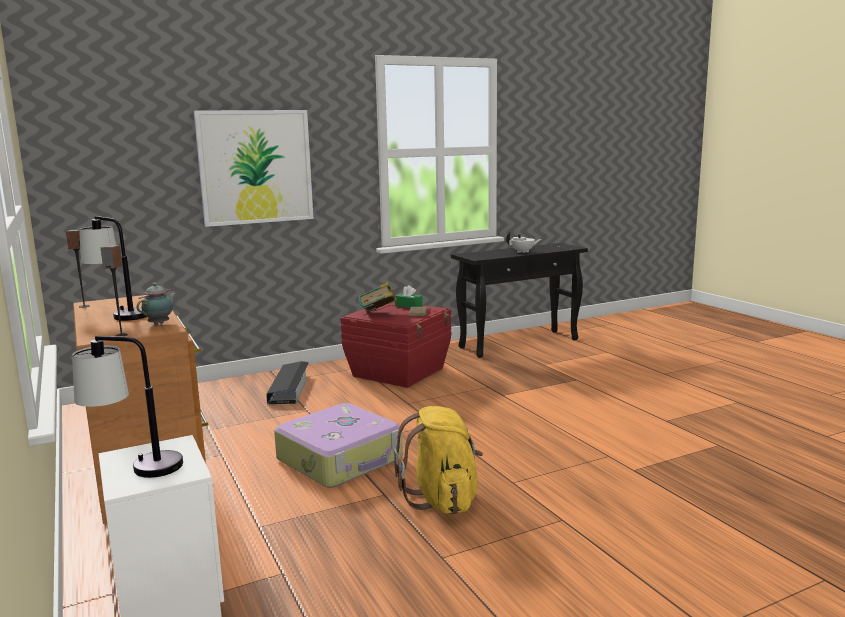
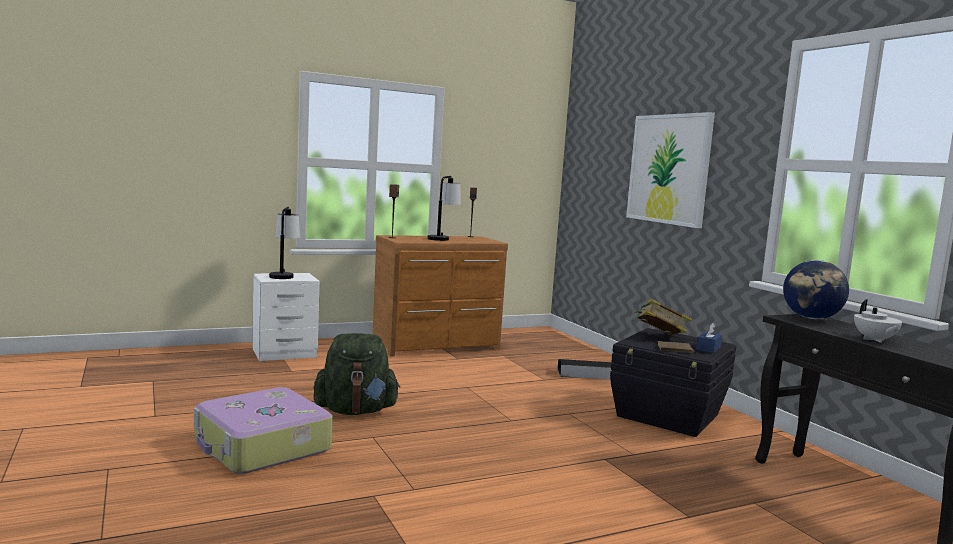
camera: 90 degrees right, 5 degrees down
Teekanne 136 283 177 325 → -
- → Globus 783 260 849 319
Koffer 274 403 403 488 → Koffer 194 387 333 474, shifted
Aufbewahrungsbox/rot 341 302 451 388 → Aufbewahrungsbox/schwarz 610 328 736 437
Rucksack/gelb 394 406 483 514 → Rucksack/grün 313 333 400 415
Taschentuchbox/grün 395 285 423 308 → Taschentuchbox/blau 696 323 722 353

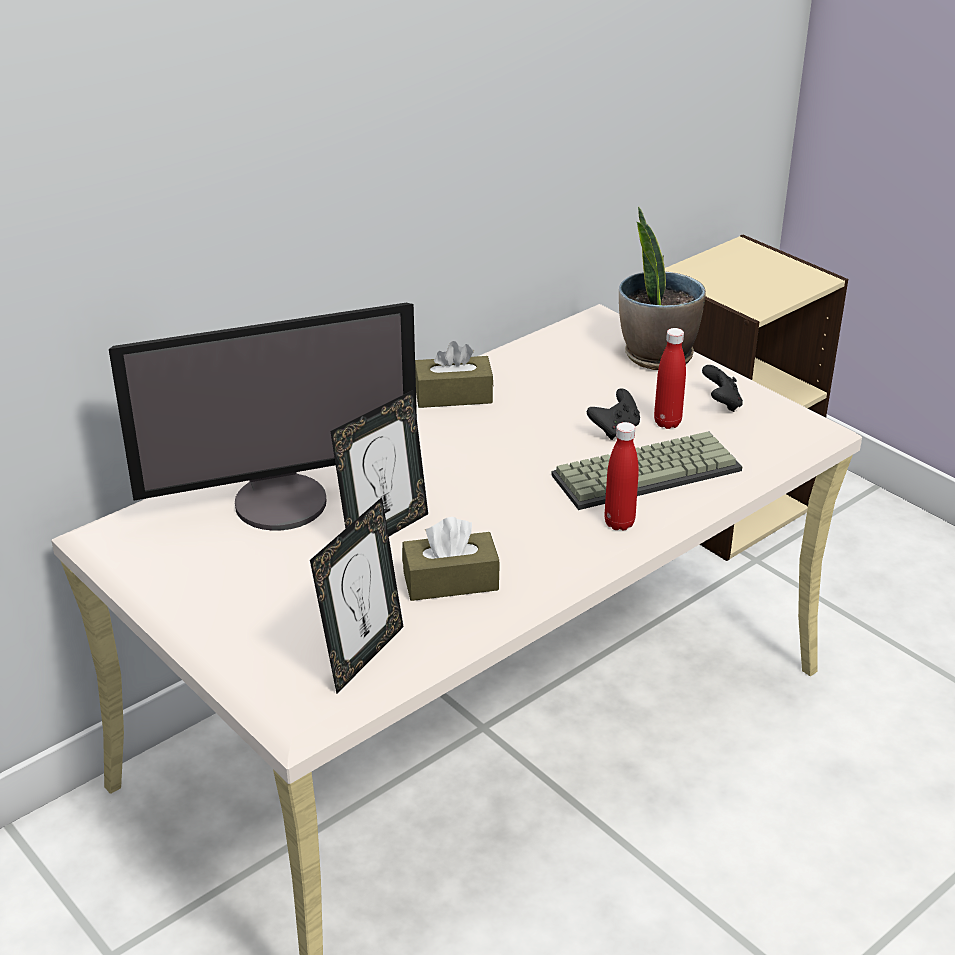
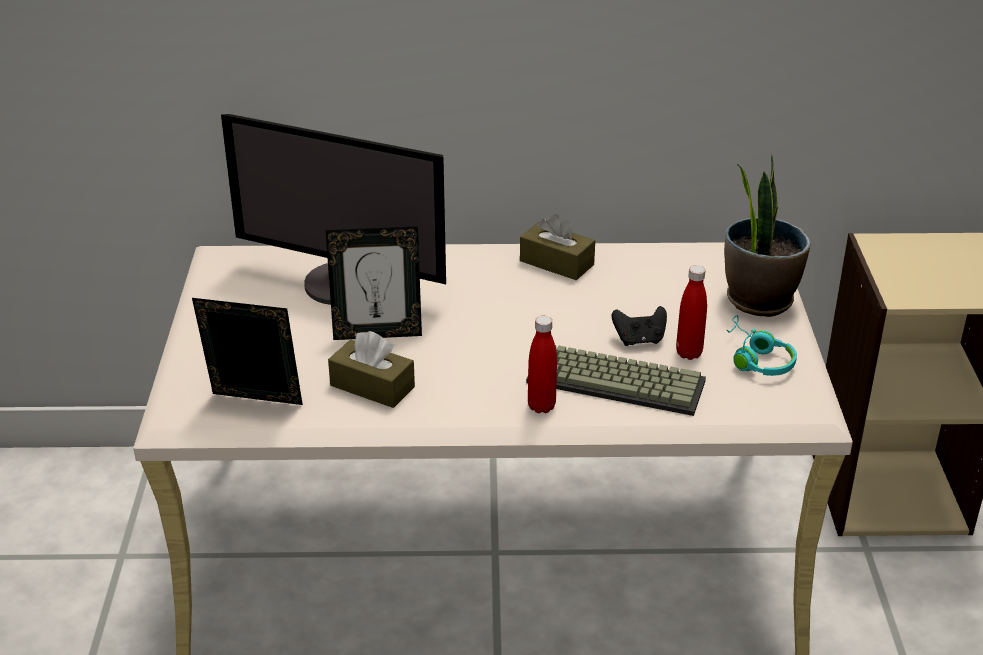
camera: 40 degrees right, 0 degrees up
Gamepad/schwarz 702 365 743 412 → Kopfhörer/türkis 727 315 797 376
Bilderrahmen 310 497 403 694 → Bilderrahmen 192 298 303 405, 150 degrees counterclockwise

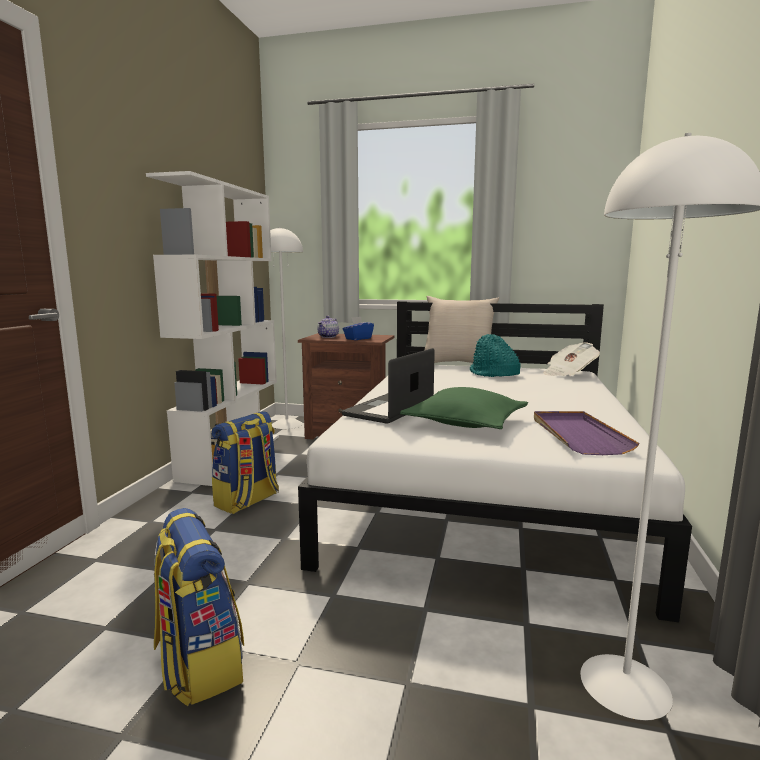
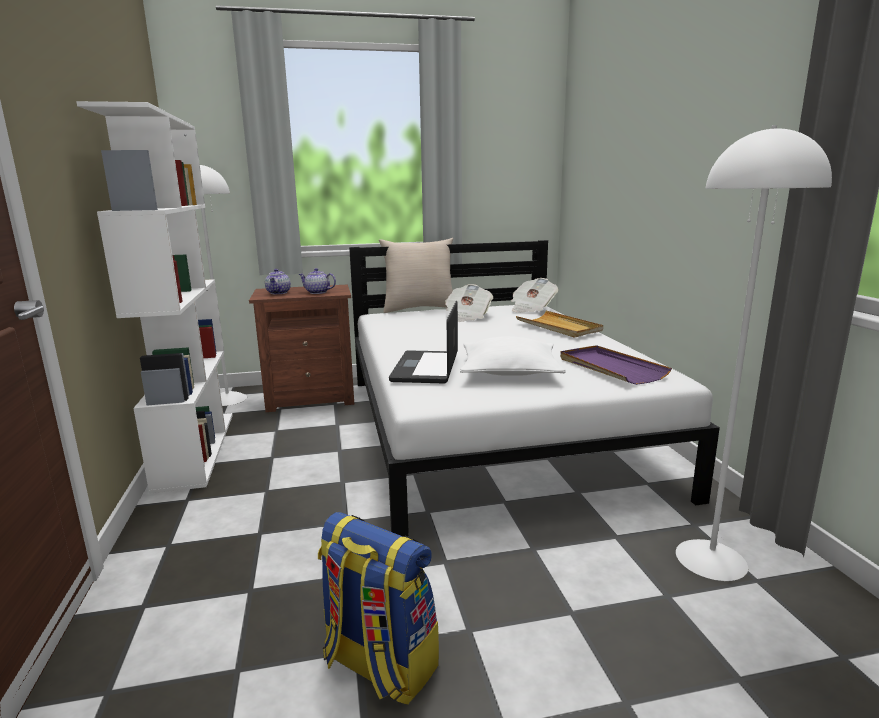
camera: 25 degrees left, 5 degrees up
Rucksack 212 411 279 514 → -
- → Tablett/beige 516 311 603 338
Taschentuchbox/blau 343 317 374 340 → Teekanne 298 268 336 294
Hut/türkis 470 334 521 377 → Zeitung 445 284 493 322
Kissen/grün 400 387 528 429 → Kissen/weiß 460 336 566 376

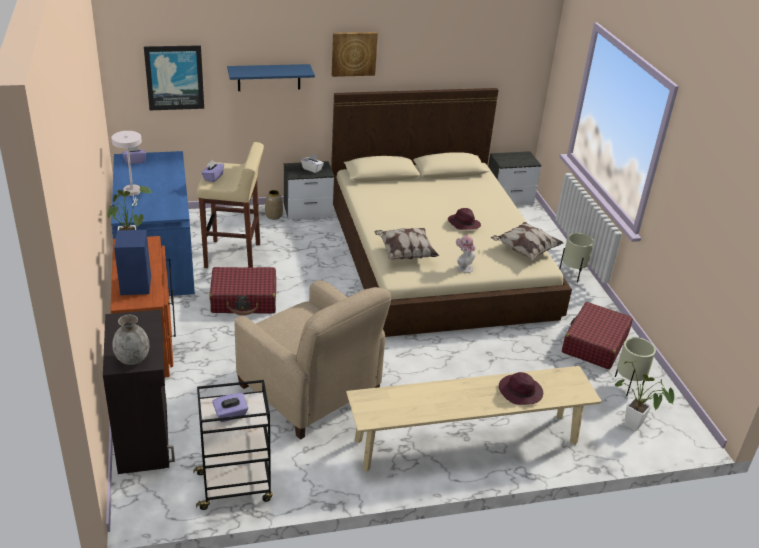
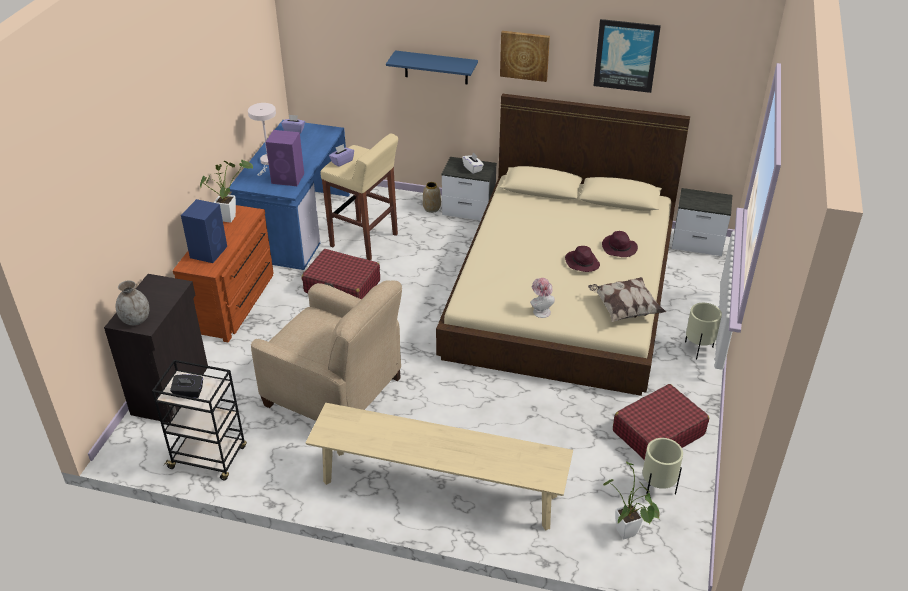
camera: 30 degrees right, 5 degrees up
Kissen 374 228 439 260 → -
- → Lautsprecher/lila 266 130 304 186
Bild 144 45 204 110 → Bild 593 19 661 93, shifted
Hut/lila 499 372 543 405 → Hut/lila 602 231 638 257, shifted
Taschentuchbox/lila 212 393 248 422 → Taschentuchbox/schwarz 170 374 203 398
Sessel/beige 234 280 391 440 → Sessel/beige 251 280 402 421, 45 degrees counterclockwise

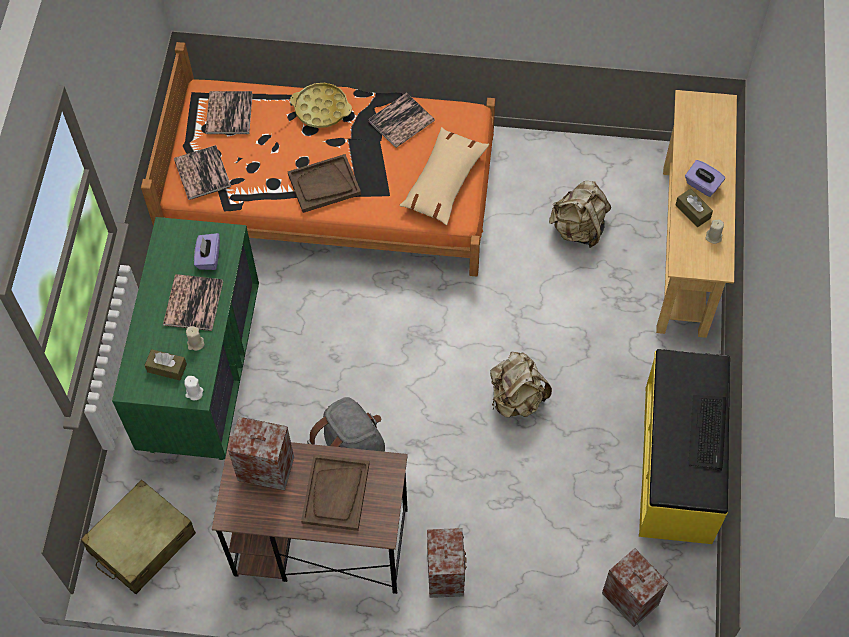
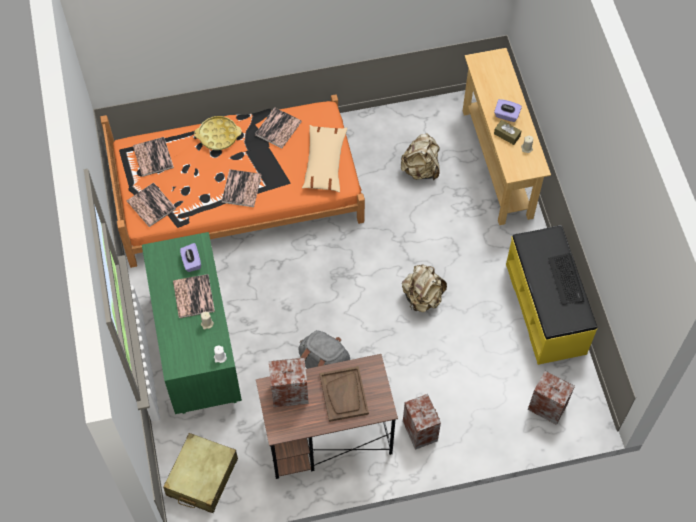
camera: 20 degrees left, 0 degrees up
Taschentuchbox/braun 145 349 187 380 → -
Tablett/braun 288 154 361 213 → Buch 222 169 262 207

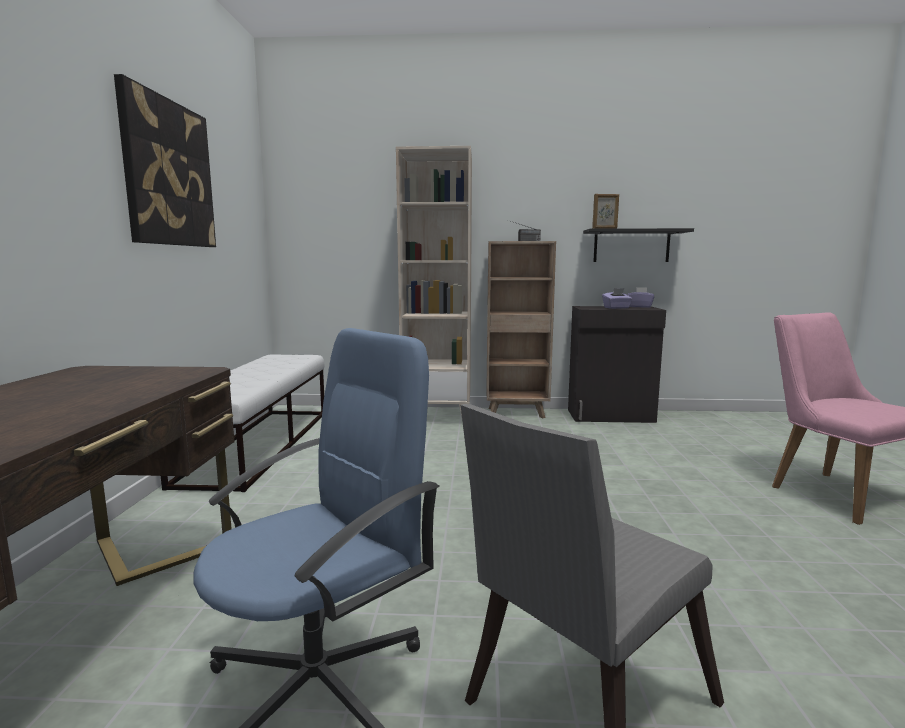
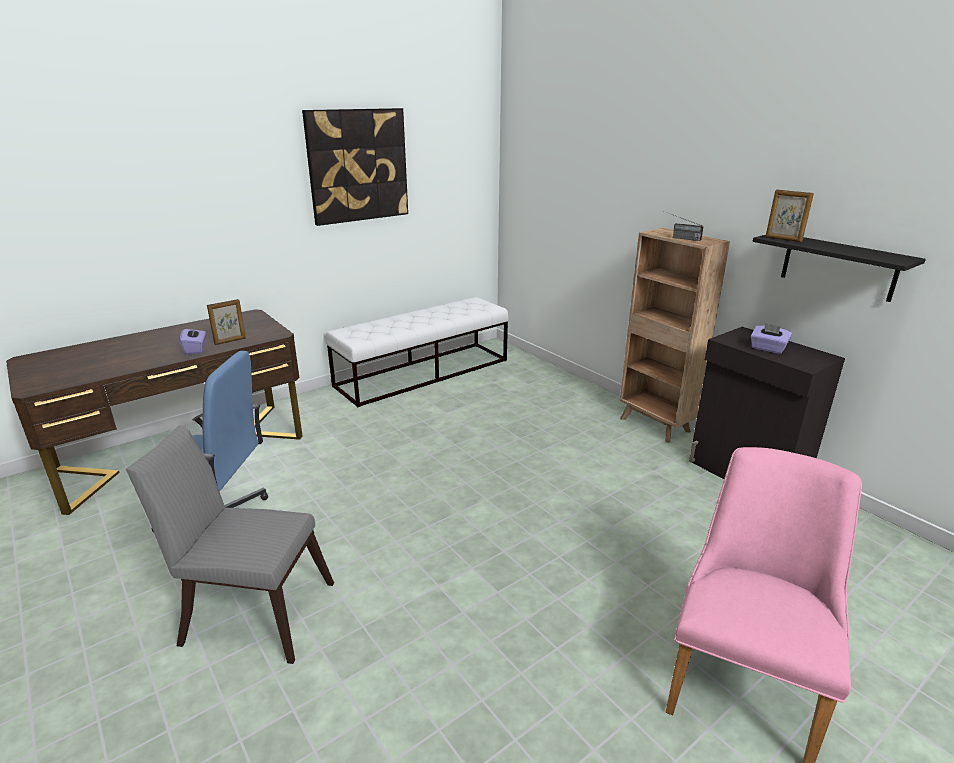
camera: 50 degrees right, 15 degrees up
Bücherregal/beige 396 146 472 416 → -
- → Bilderrahmen 207 299 246 345
Taschentuchbox/lila 627 287 655 308 → Taschentuchbox/lila 180 324 206 355, shifted

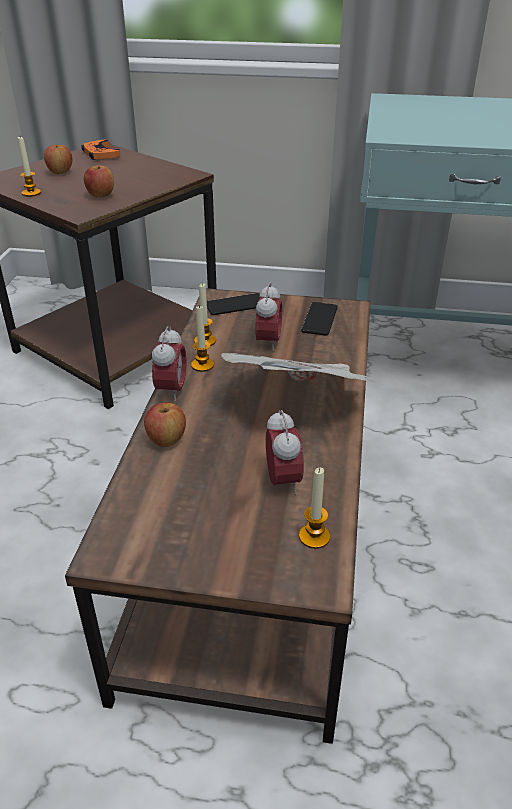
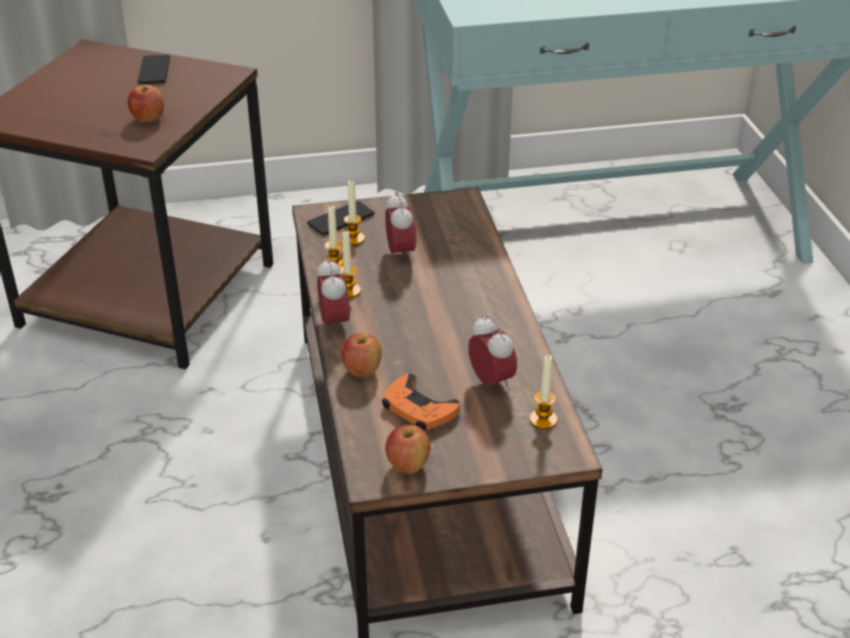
camera: 20 degrees left, 0 degrees up
Zeitung 221 353 375 382 → -
Kerze 18 137 41 197 → Kerze 344 180 365 245, shifted
Apfel 44 145 73 174 → Apfel 385 425 430 474, shifted
Gamepad/orange 81 140 121 160 → Gamepad/orange 382 373 460 430, shifted
Handy 301 302 338 336 → Handy 138 55 170 84, shifted

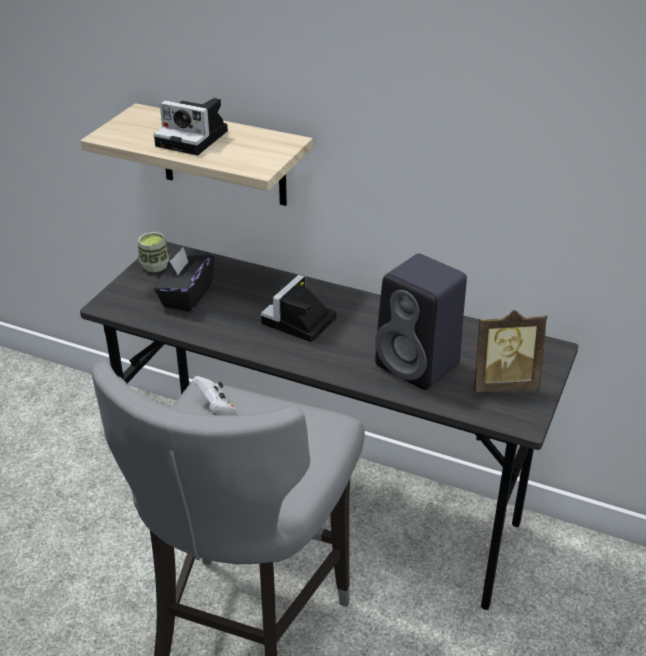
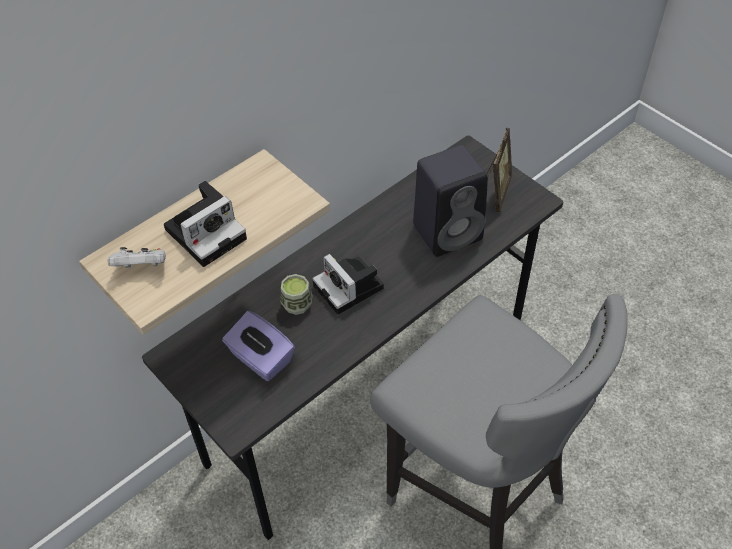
camera: 65 degrees left, 15 degrees up
Tasse 138 232 170 272 → Tasse 281 274 312 315, shifted
Gamepad/weiß 192 376 236 415 → Gamepad/weiß 108 247 166 268, shifted
Taschentuchbox/schwarz 154 247 215 312 → Taschentuchbox/lila 222 311 295 381

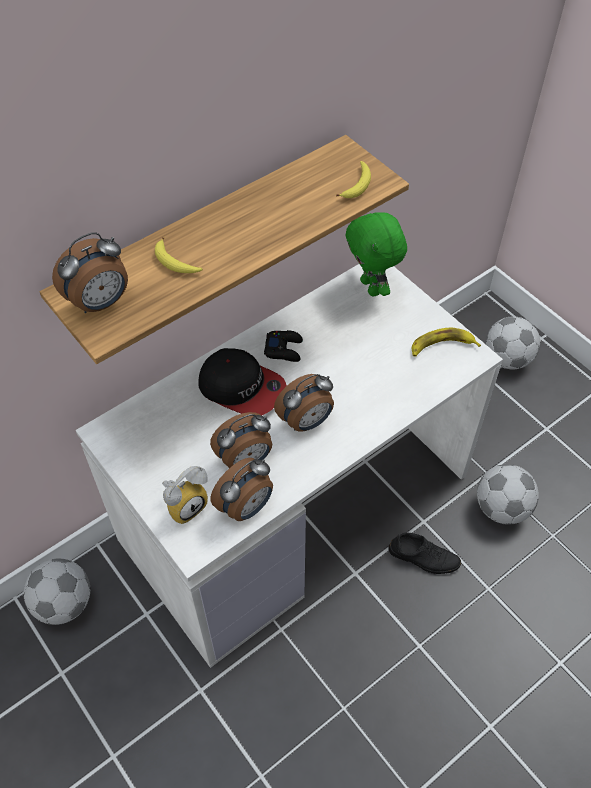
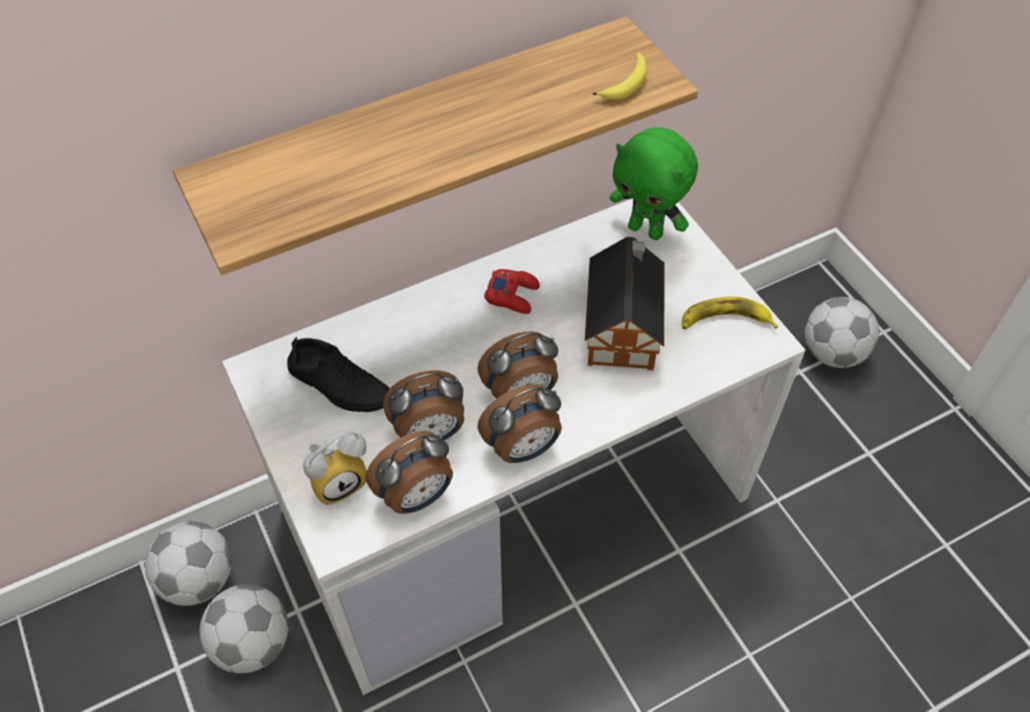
camera: 10 degrees right, 0 degrees up
Banane 155 237 203 273 → -
Kappe 198 348 287 416 → -
- → Spielzeughaus 585 237 665 370
Wecker 52 232 128 313 → Wecker 477 384 562 463, shifted
Schuh/schwarz 388 533 461 574 → Schuh/schwarz 287 337 390 412, shifted
Fußball 477 464 539 525 → Fußball 200 584 289 674, shifted
Gamepad/schwarz 264 330 303 362 → Gamepad/rot 484 269 540 314
Plüschtier/grün 345 212 407 297 → Plüschtier/grün 610 127 698 240, 45 degrees counterclockwise

